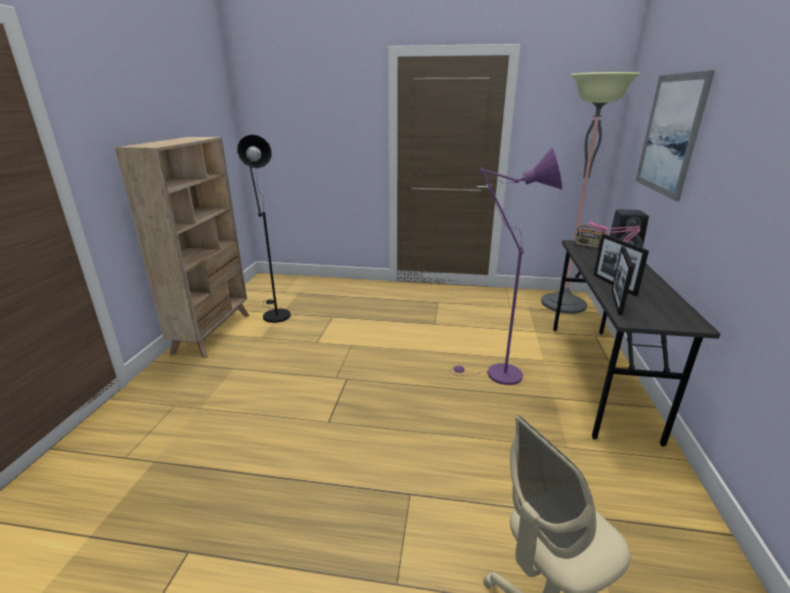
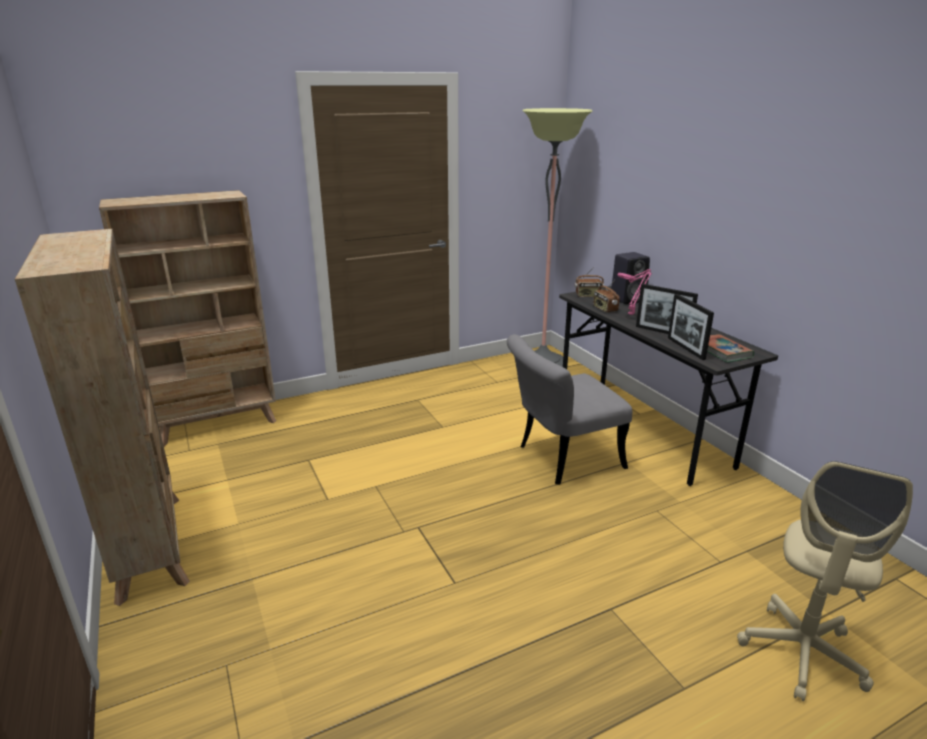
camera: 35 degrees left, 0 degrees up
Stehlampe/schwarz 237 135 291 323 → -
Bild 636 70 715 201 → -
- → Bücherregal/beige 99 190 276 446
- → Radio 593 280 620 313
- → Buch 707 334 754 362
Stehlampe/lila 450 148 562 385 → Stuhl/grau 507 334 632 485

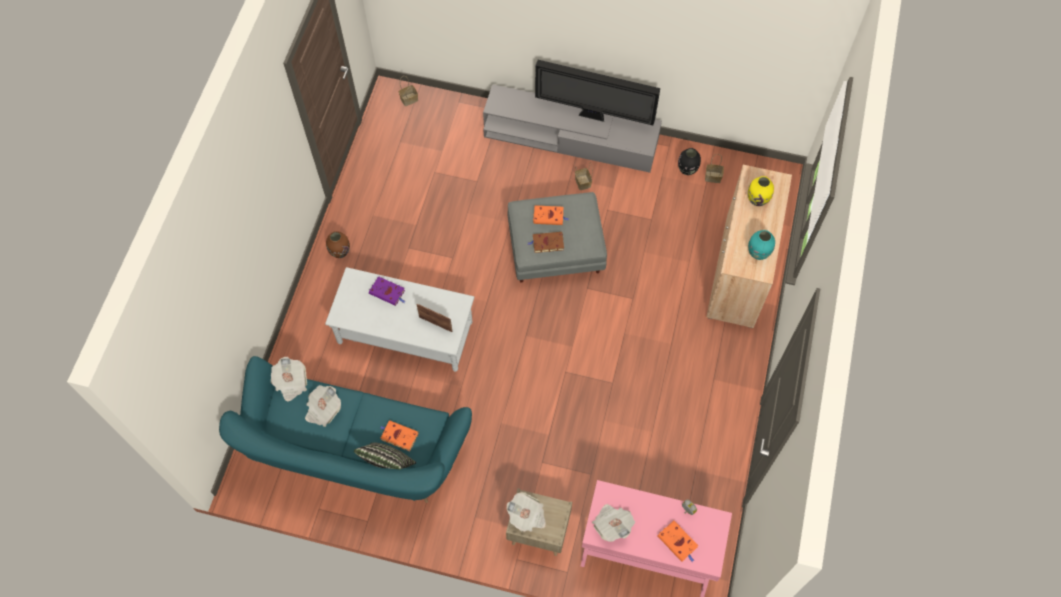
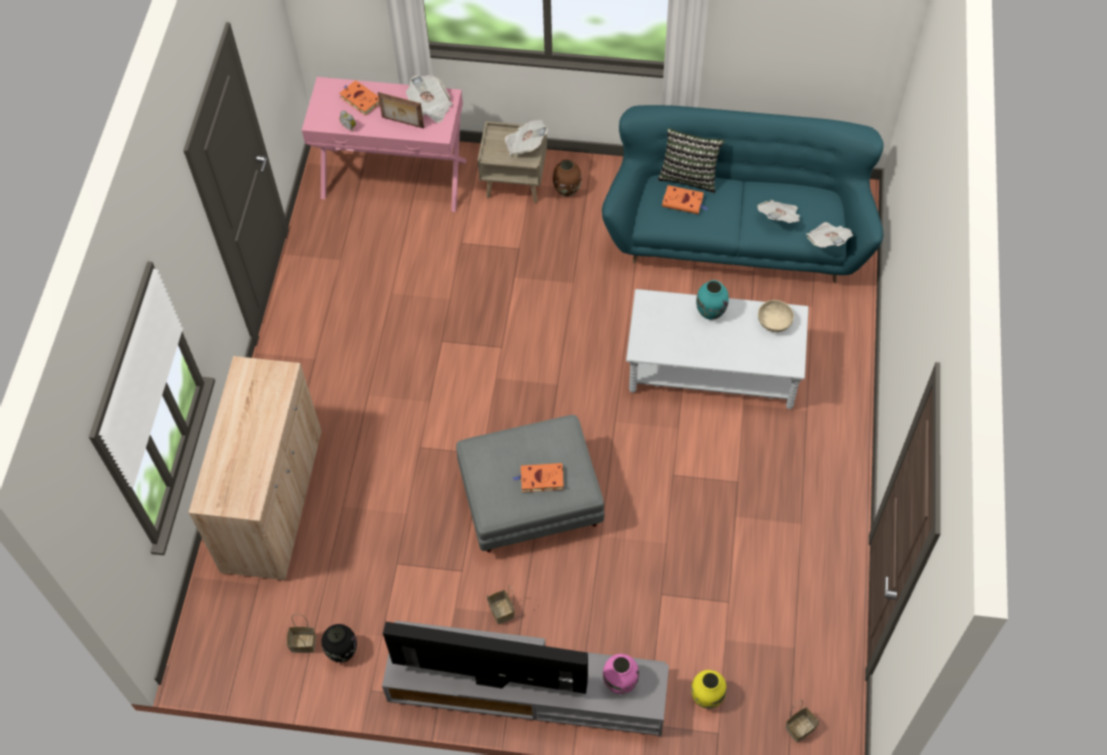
camera: 175 degrees right, 5 degrees down
Buch/lila 369 276 405 306 → -
Buch/braun 528 232 564 253 → -
- → Vase/rosa 603 654 639 694
- → Schüssel/beige 758 300 794 332
Vase/braun 326 231 350 258 → Vase/braun 553 159 582 196, shifted
Bilderrahmen 416 304 453 332 → Bilderrahmen 378 92 424 128, shifted
Vase/gelb 748 176 774 206 → Vase/gelb 691 670 727 709, shifted
Vase/türkis 748 230 775 260 → Vase/türkis 696 280 729 320, shifted

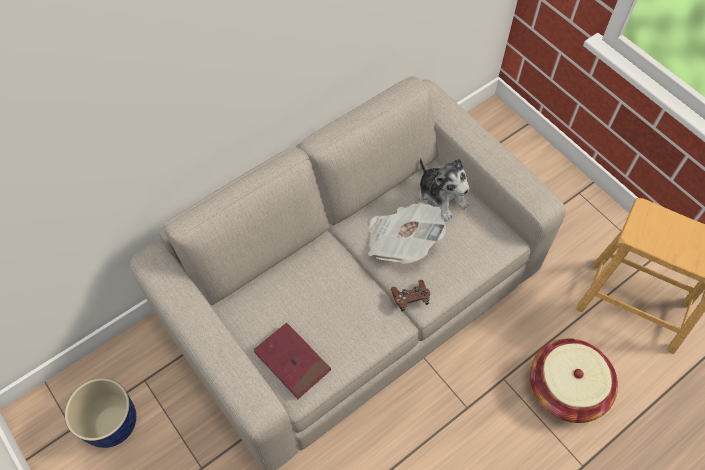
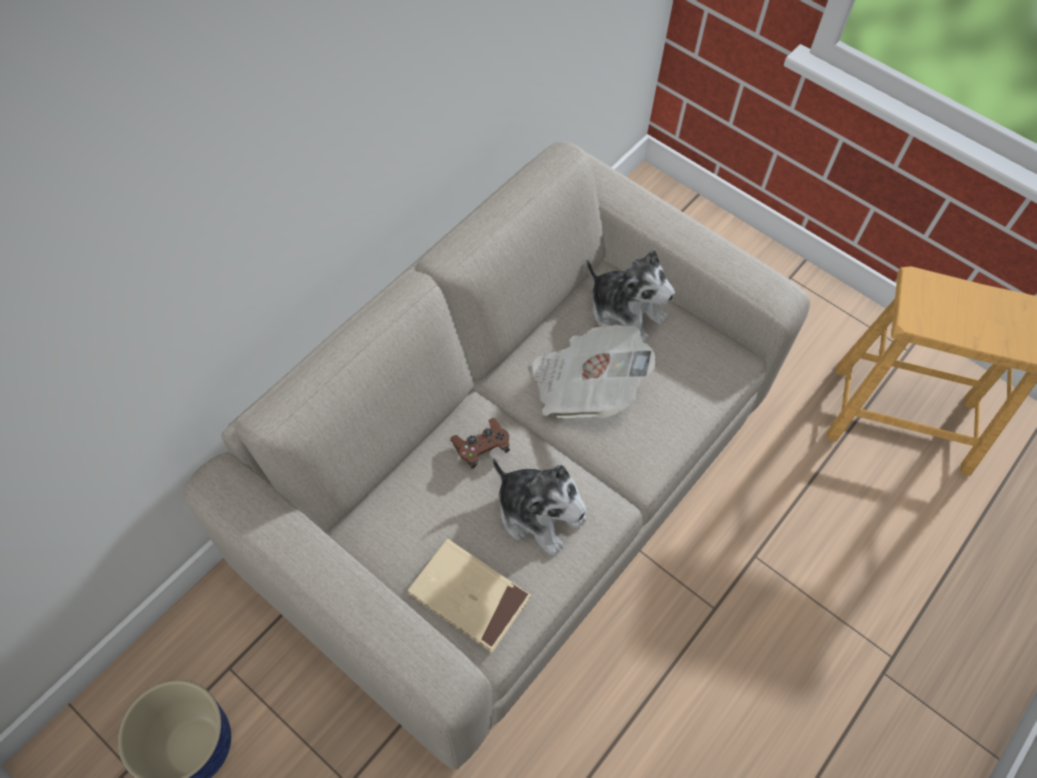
camera: 15 degrees left, 0 degrees up
Korb 530 338 618 423 → -
- → Plüschtier 492 458 587 557
Gamepad/braun 390 280 430 311 → Gamepad/braun 450 418 510 469, shifted
Buch/rot 254 323 331 399 → Buch/beige 408 539 531 653

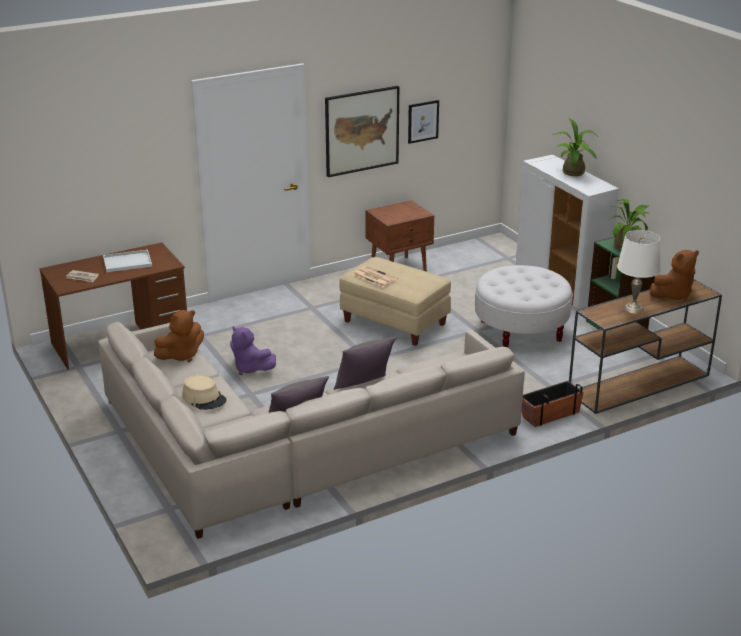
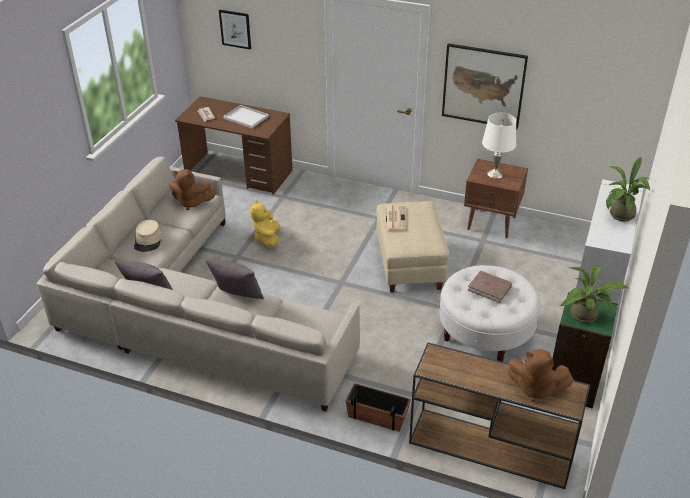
camera: 50 degrees right, 10 degrees up
- → Buch/braun 468 271 512 303
Bild 408 100 439 144 → Bild 219 10 251 50, shifted
Tischlampe/weiß 617 230 661 313 → Tischlampe/weiß 482 113 516 179, shifted
Plüschtier/lila 230 326 276 375 → Plüschtier/gelb 250 200 280 248

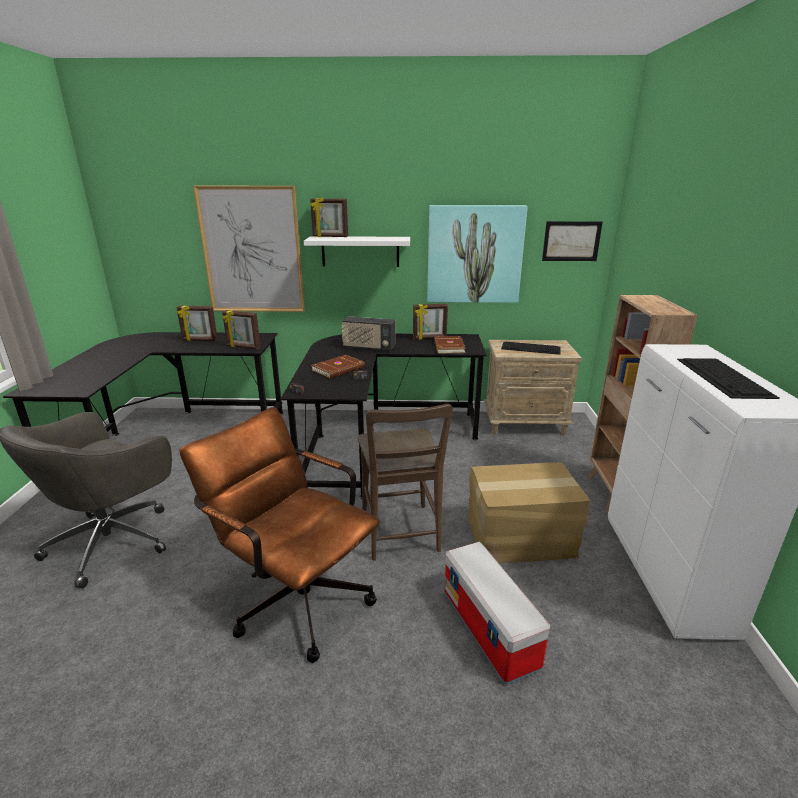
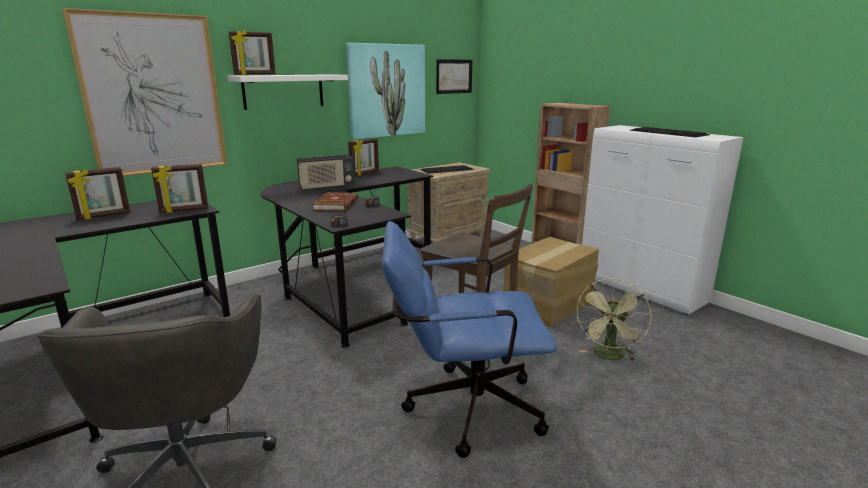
camera: 40 degrees left, 5 degrees down
Buch/braun 434 336 466 353 → -
Aufbewahrungsbox 444 542 550 684 → Ventilator/grün 575 279 652 361
Bürostuhl/braun 179 407 380 663 → Bürostuhl/blau 382 221 557 458

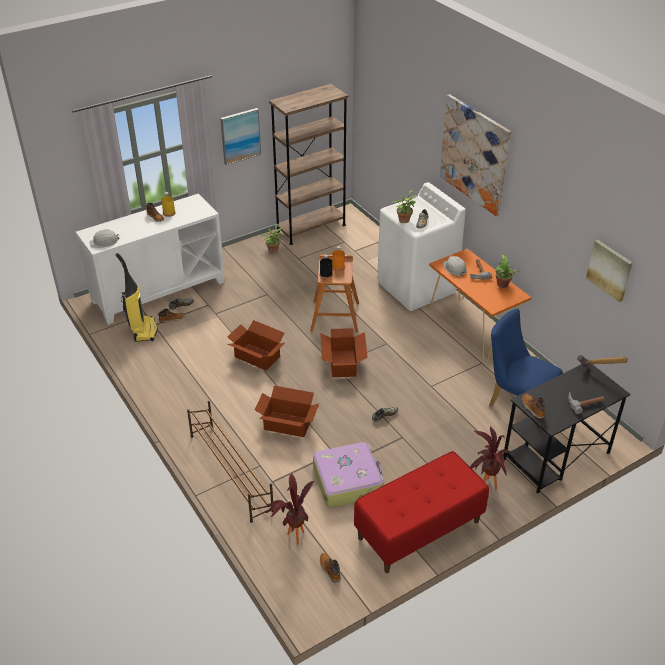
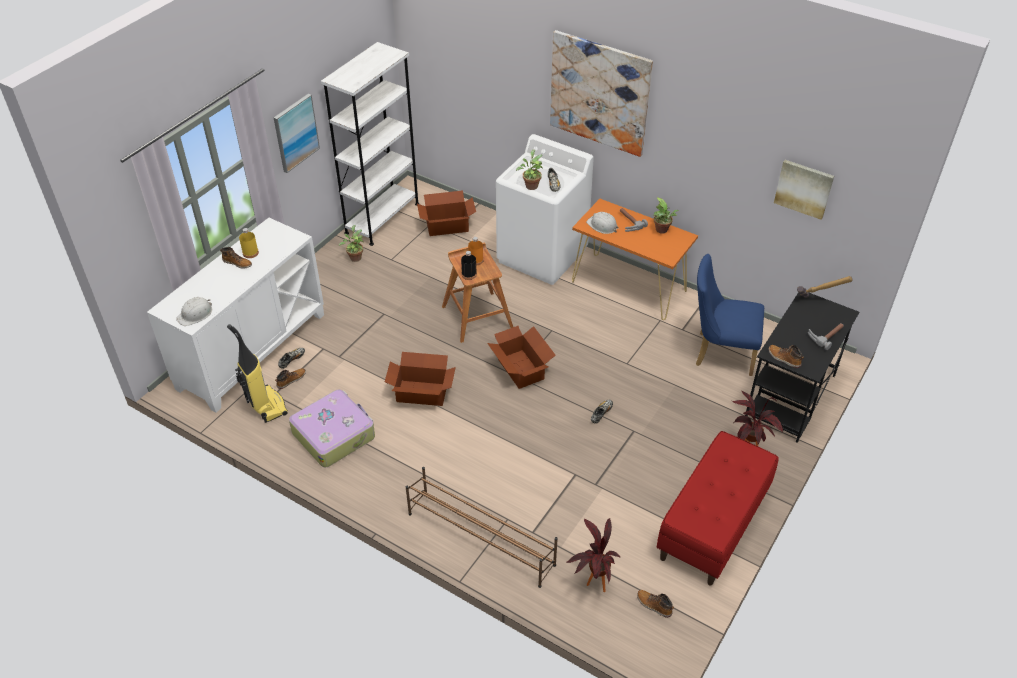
camera: 25 degrees left, 5 degrees up
Karton 255 386 319 437 → Karton 417 190 476 236, shifted
Koffer 313 442 384 508 → Koffer 289 390 375 467, shifted
Bücherregal/braun 269 84 349 245 → Bücherregal/weiß 321 42 419 246

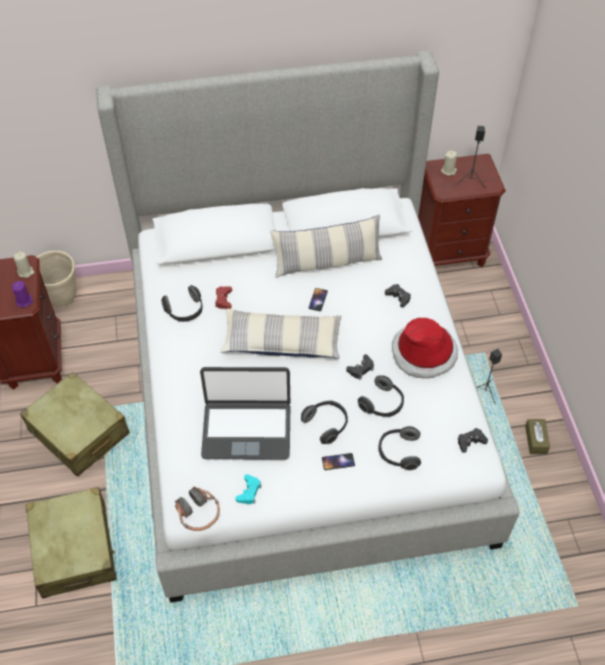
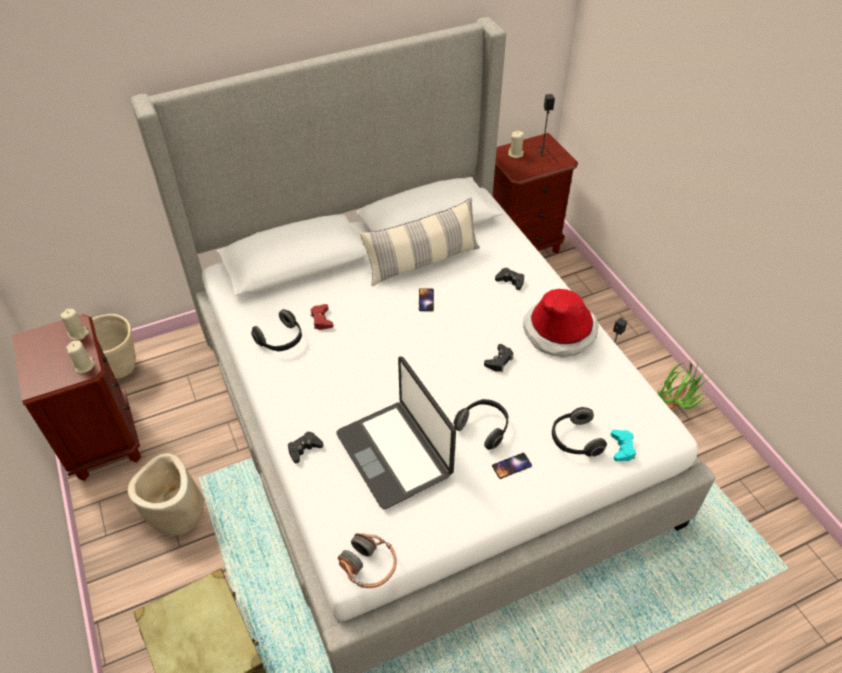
camera: 15 degrees left, 5 degrees down
Kissen 220 308 341 359 → -
Kopfhörer 358 375 404 417 → -
Gamepad/türkis 236 474 262 504 → Gamepad/türkis 611 430 636 461, shifted
Gamepad/schwarz 458 428 488 453 → Gamepad/schwarz 288 431 323 463, shifted
Koffer/beige 20 372 130 477 → Pflanzkübel/beige 128 453 204 535
Taschentuchbox/braun 525 419 550 454 → Topfpflanze 657 361 710 409
Kerze/lila 12 281 33 307 → Kerze/beige 66 340 95 373
Laptop 200 367 290 460 → Laptop 336 356 456 509, 75 degrees clockwise

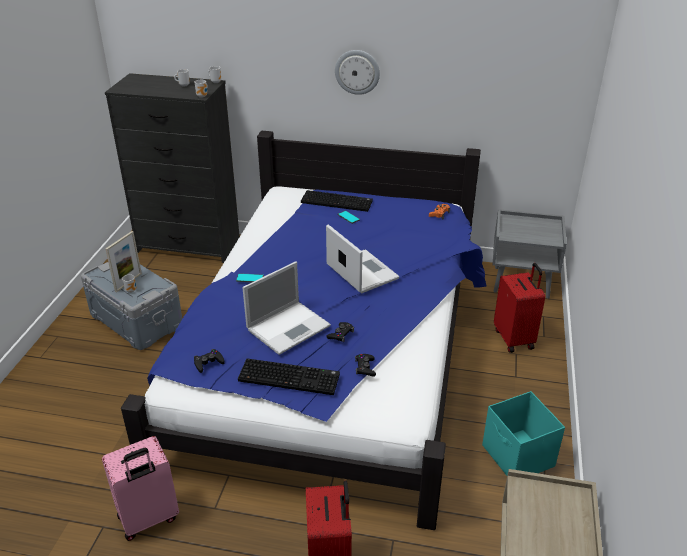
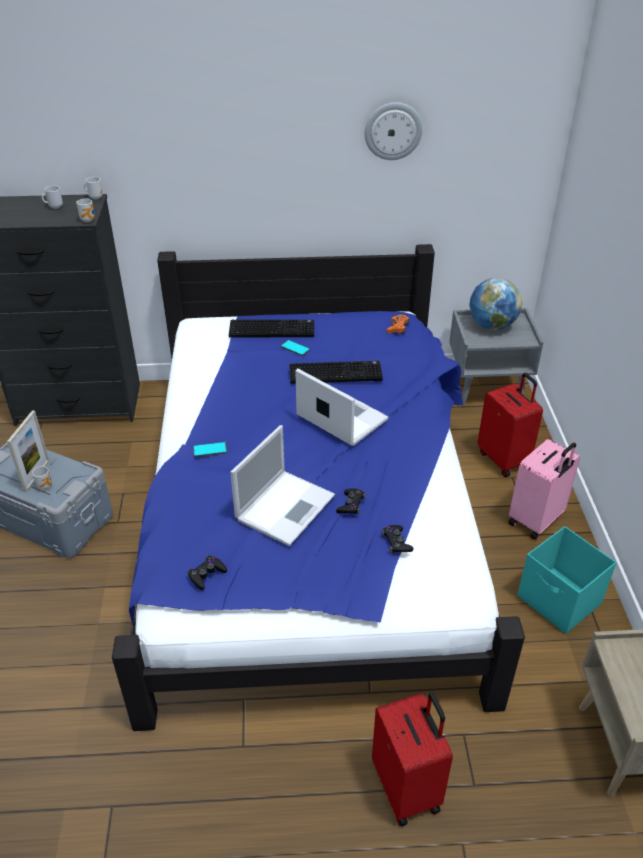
camera: 15 degrees left, 5 degrees up
- → Globus 469 278 522 330
Koffer/rosa 102 436 179 541 → Koffer/rosa 508 439 581 540, shifted
Tastatur 238 358 340 395 → Tastatur 289 361 383 384, shifted
Wanduhr 335 50 380 95 → Wanduhr 365 102 423 160, shifted

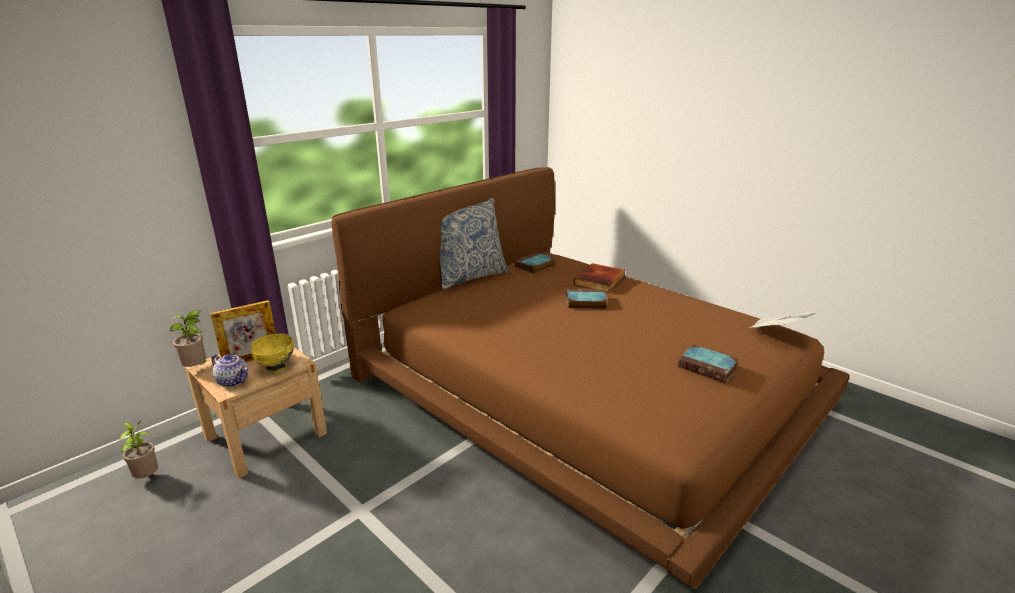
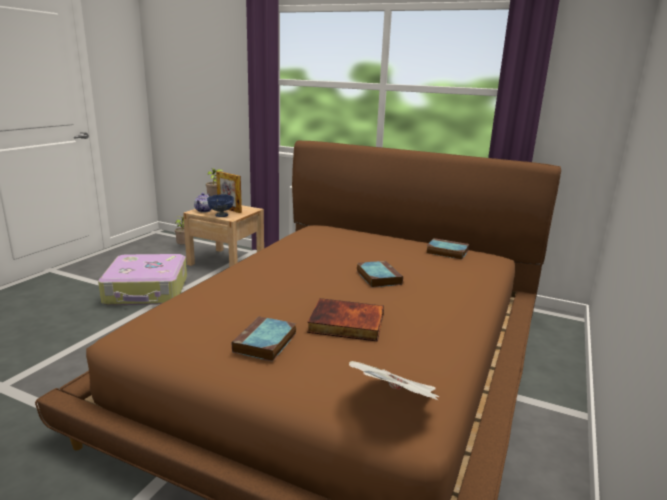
camera: 70 degrees right, 5 degrees down
Kissen 439 198 509 290 → -
- → Koffer 98 254 187 306
Buch 574 263 626 293 → Buch 307 298 384 342, shifted
Schüssel/gelb 251 333 294 373 → Schüssel/blau 207 194 234 217

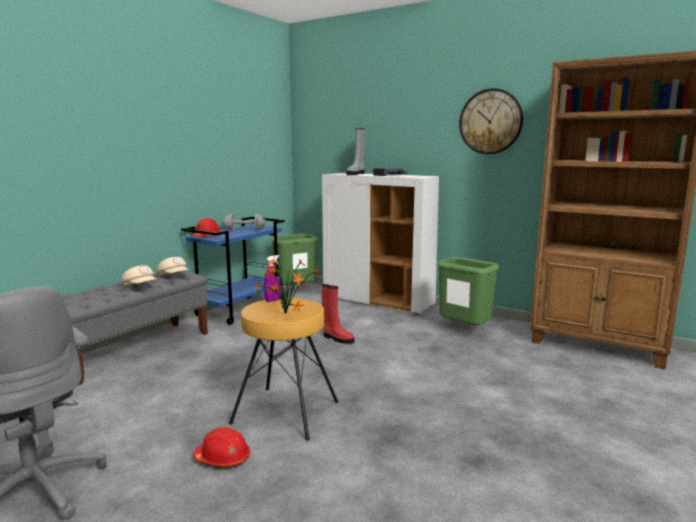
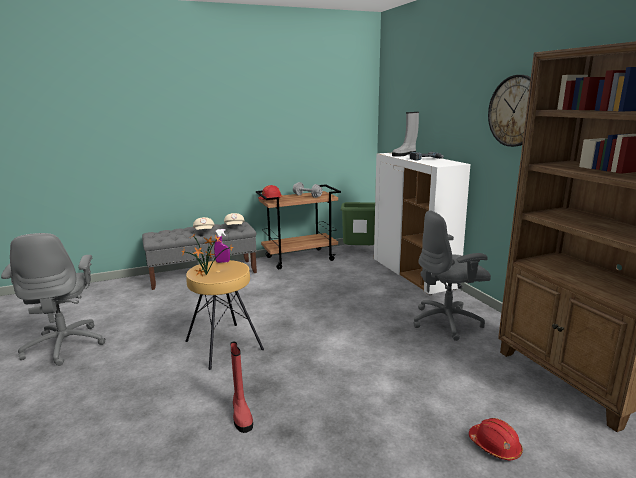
camera: 35 degrees right, 5 degrees up
Schutzhelm/rot 193 427 251 467 → Schutzhelm/rot 469 418 523 460, shifted
Stiefel/rot 322 284 354 344 → Stiefel/rot 230 342 253 433, shifted
Mülleimer/grün 437 257 499 325 → Bürostuhl/grau 414 210 491 341
Rollwagen/blau 181 217 285 325 → Rollwagen/braun 256 184 341 269

